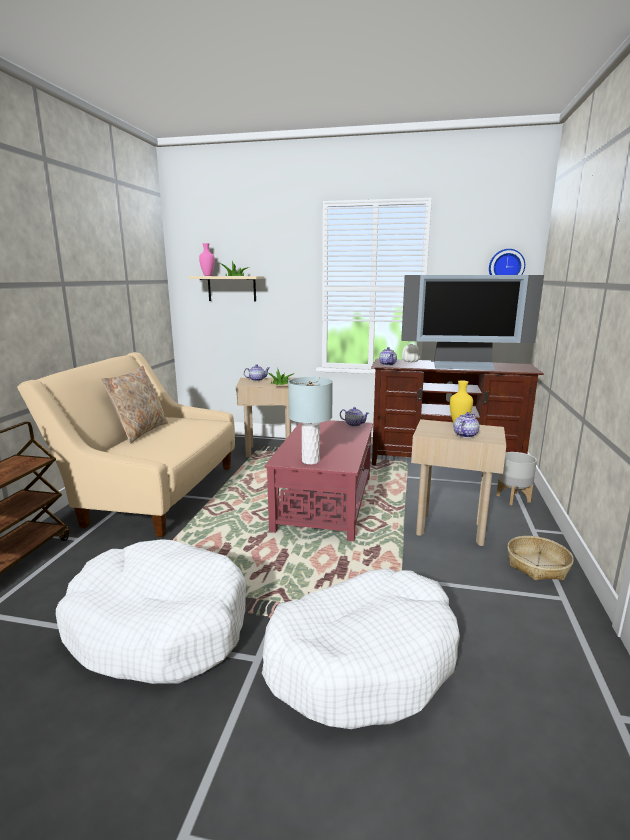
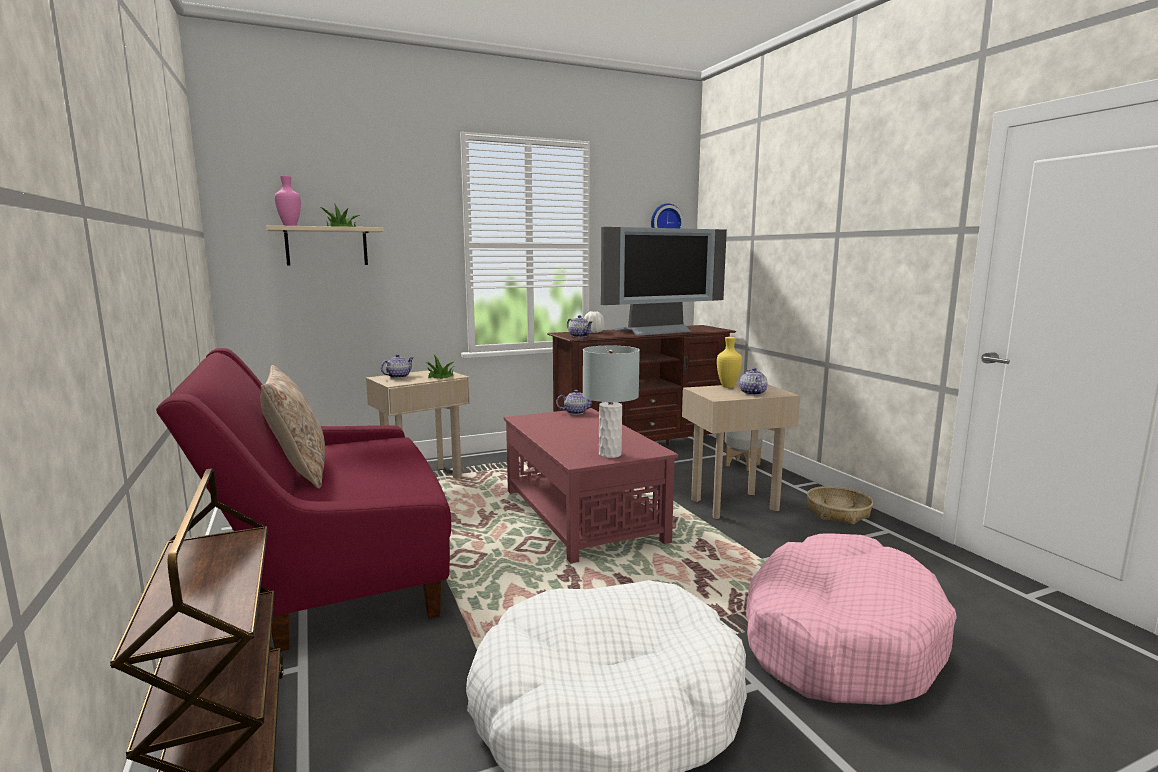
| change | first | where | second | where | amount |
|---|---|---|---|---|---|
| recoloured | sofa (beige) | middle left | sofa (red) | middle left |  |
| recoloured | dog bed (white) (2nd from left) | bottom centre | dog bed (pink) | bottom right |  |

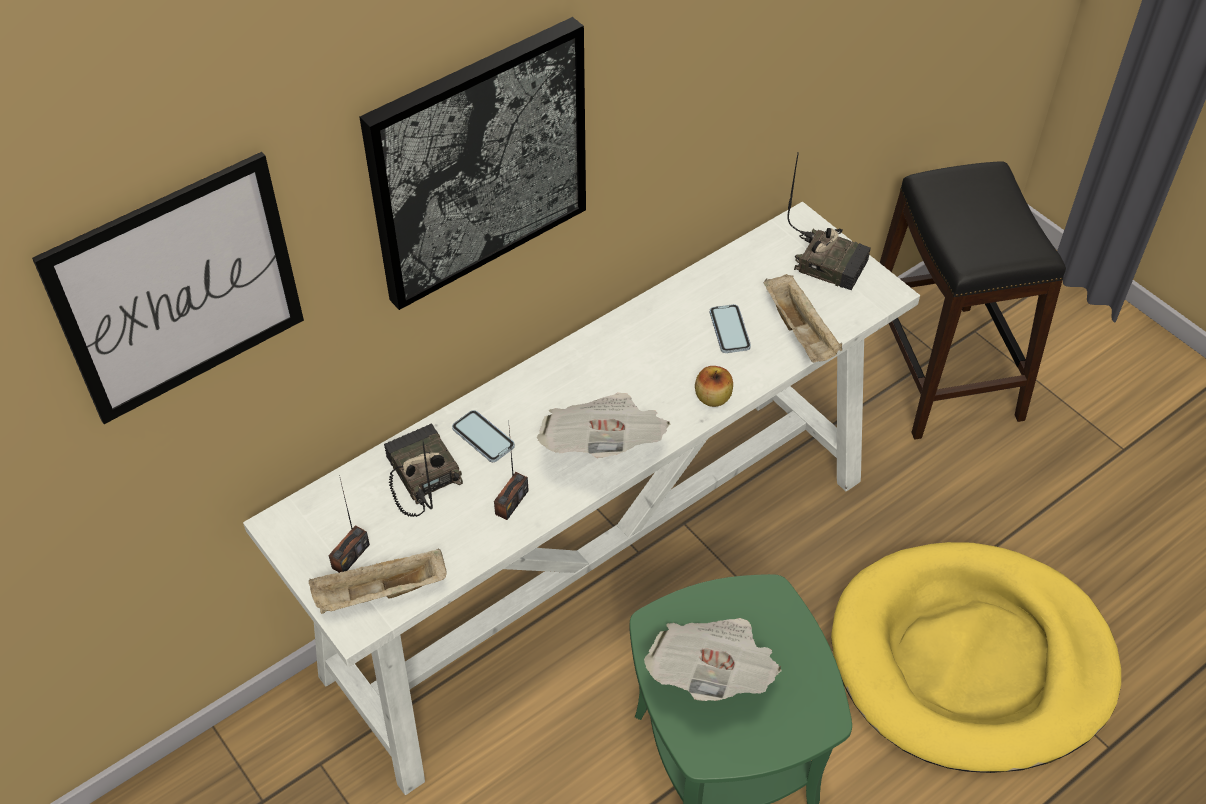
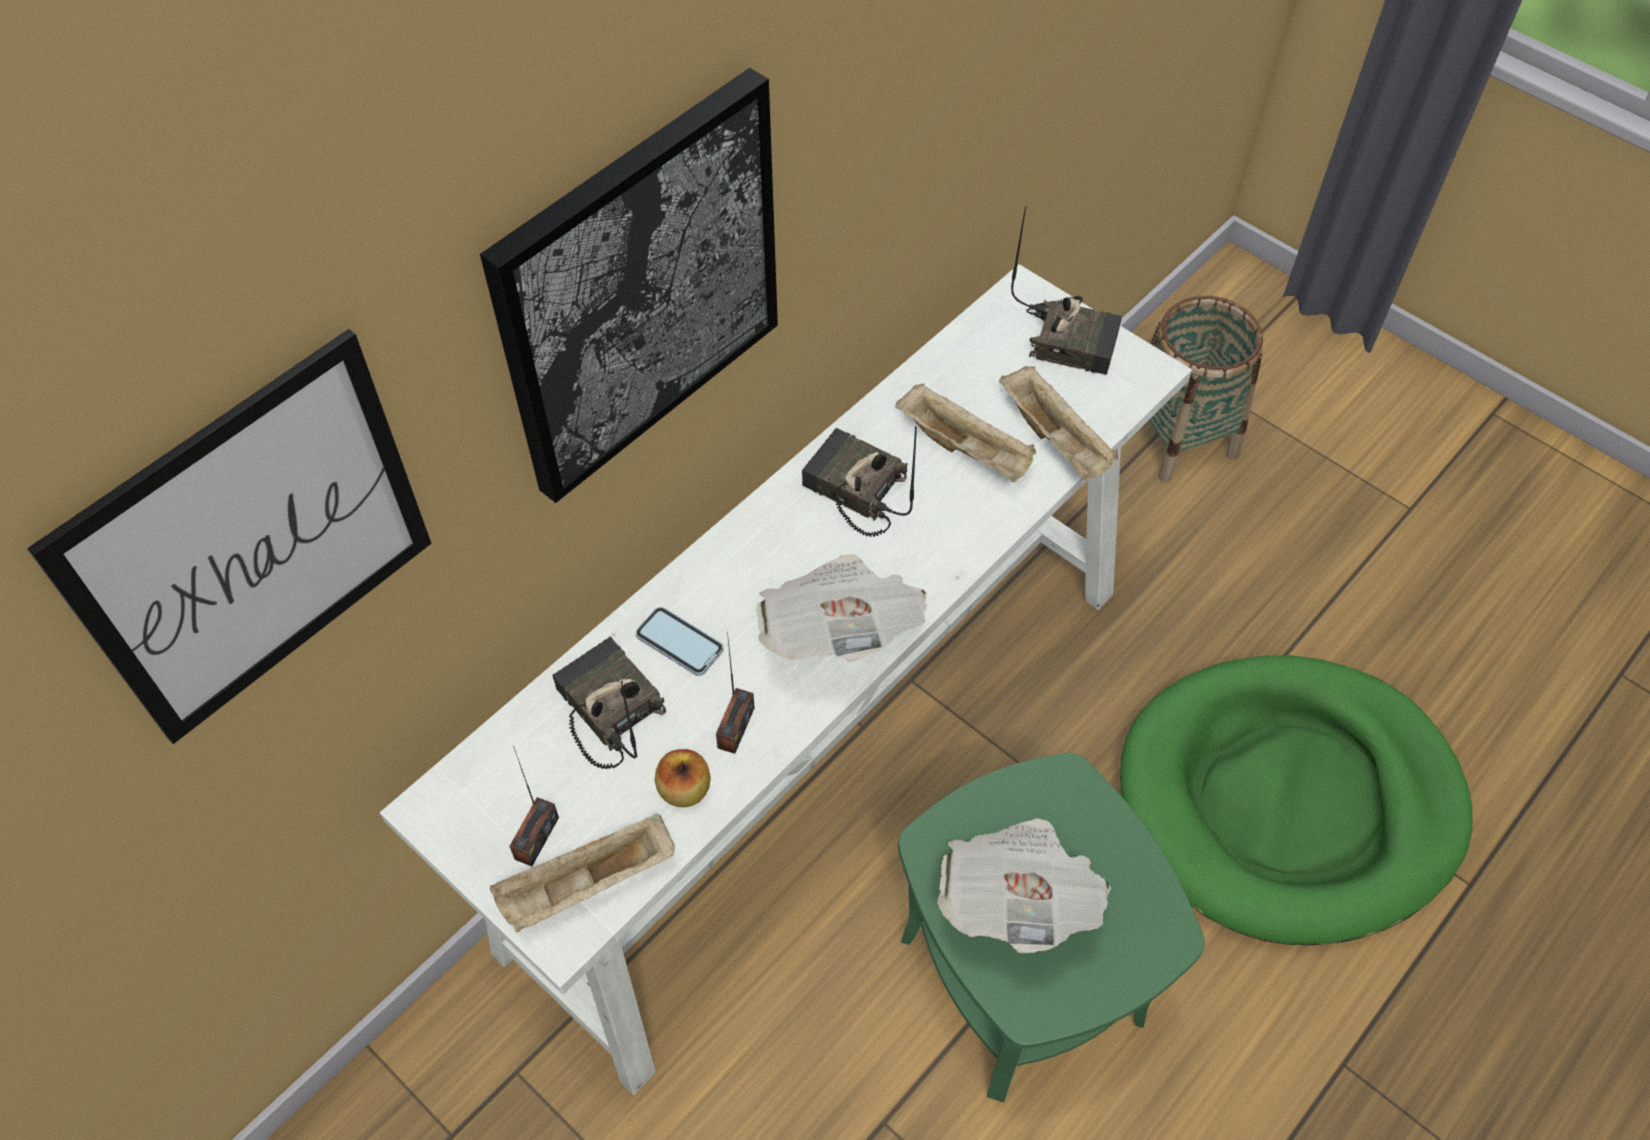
| change | first | where | second | where | amount |
|---|---|---|---|---|---|
| replaced | stool (black) | middle right | basket | middle right |  |
| replaced | phone (2nd from left) | centre | tray (beige) (2nd from left) | centre |  |
| moved | apple | centre |  | bottom centre |  |
| recoloured | dog bed (yellow) | bottom right | dog bed (green) | bottom right |  |
| added |  |  | radio (4th from left) | centre |  |

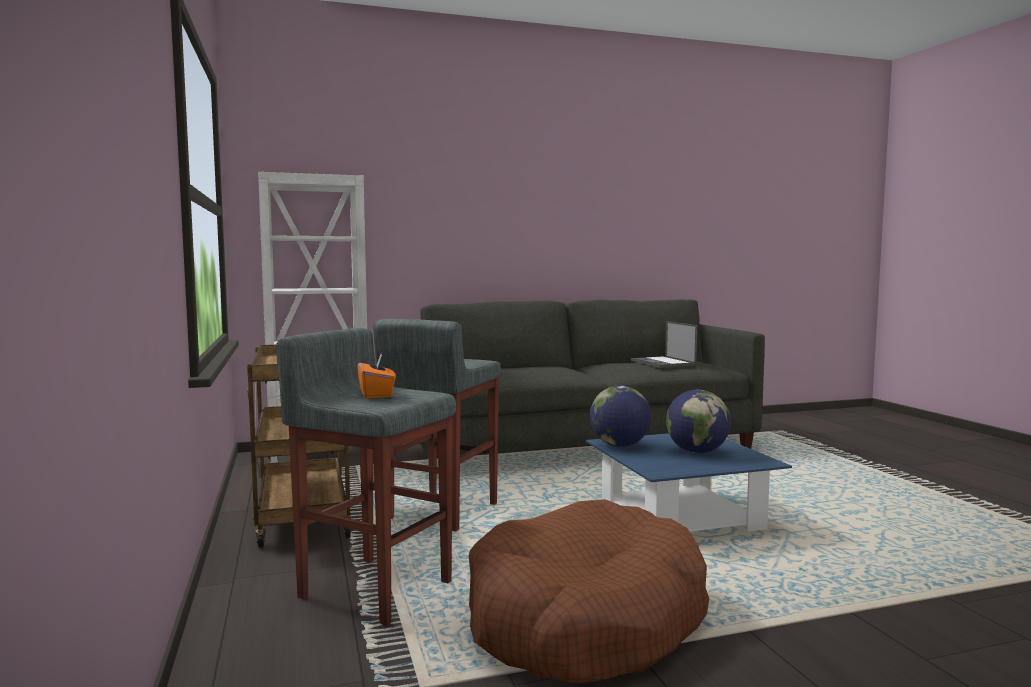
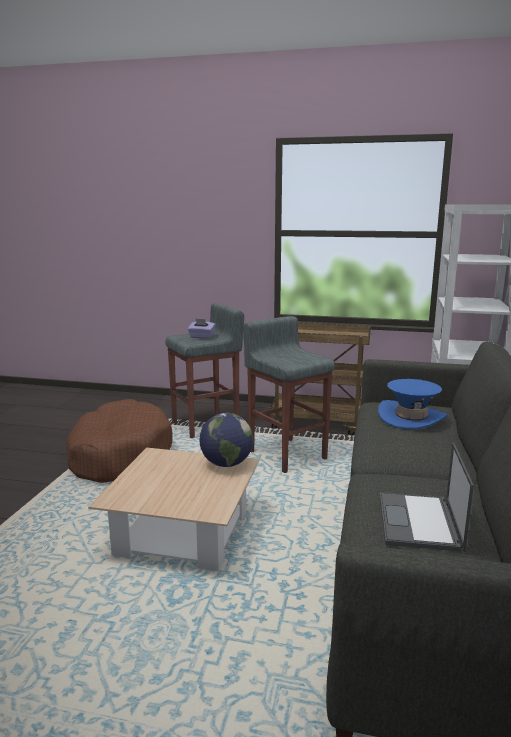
| change | first | where | second | where | amount |
|---|---|---|---|---|---|
| turned | laptop | centre |  | bottom right | 90 degrees counterclockwise |
| recoloured | tissue box (orange) | centre | tissue box (purple) | centre |  |
| removed | globe (2nd from left) | middle right |  |  |  |
| recoloured | coffee table (blue) | bottom right | coffee table (beige) | bottom centre |  |
| added |  |  | hat (blue) | middle right |  |

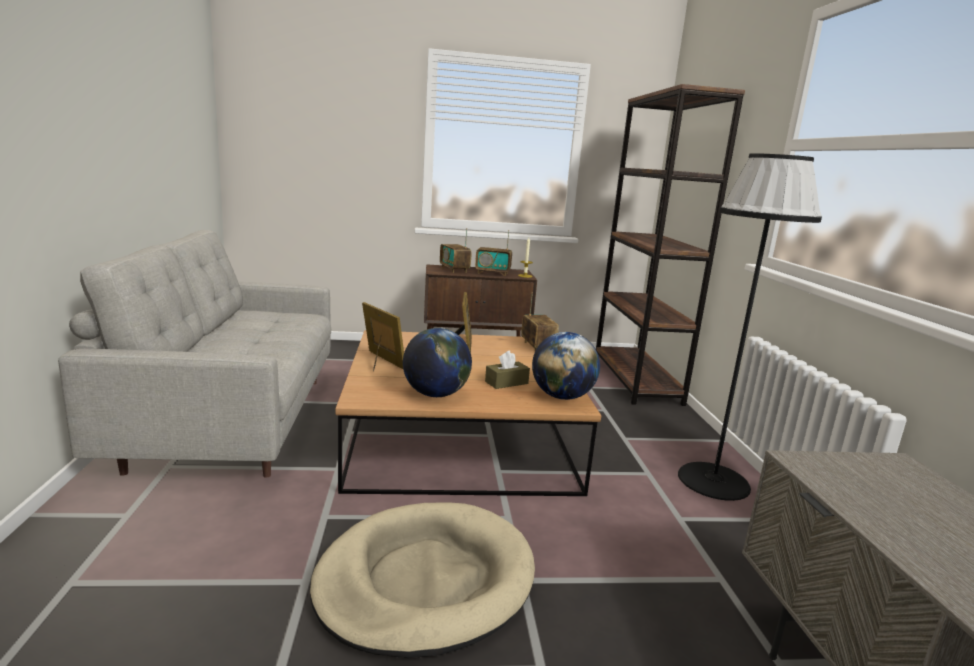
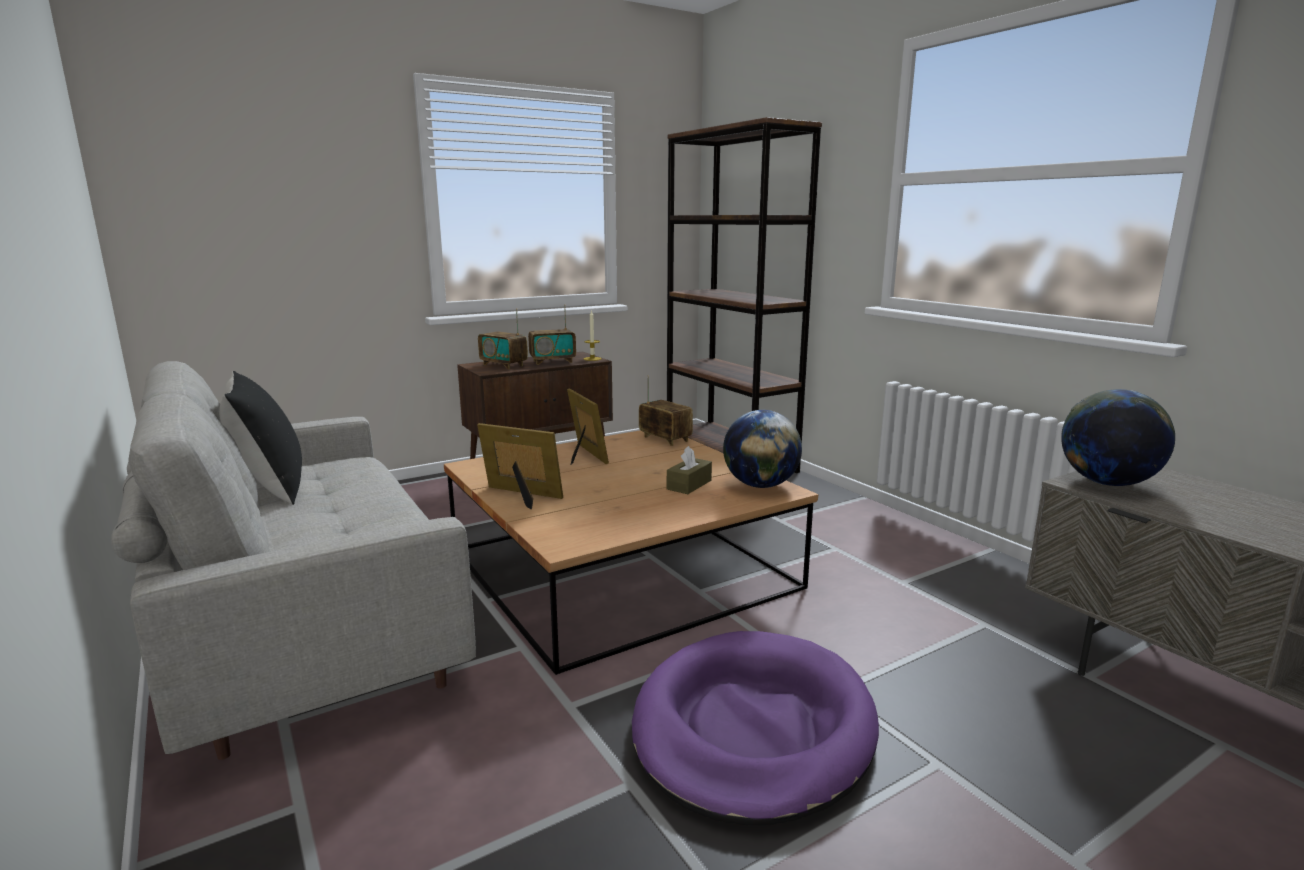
| change | first | where | second | where | amount |
|---|---|---|---|---|---|
| removed | floor lamp (black) | middle right |  |  |  |
| moved | globe (1st from left in the first image) | centre | globe (2nd from left) | middle right |  |
| recoloured | dog bed (beige) | bottom centre | dog bed (purple) | bottom centre |  |
| added |  |  | pillow (black) | middle left |  |

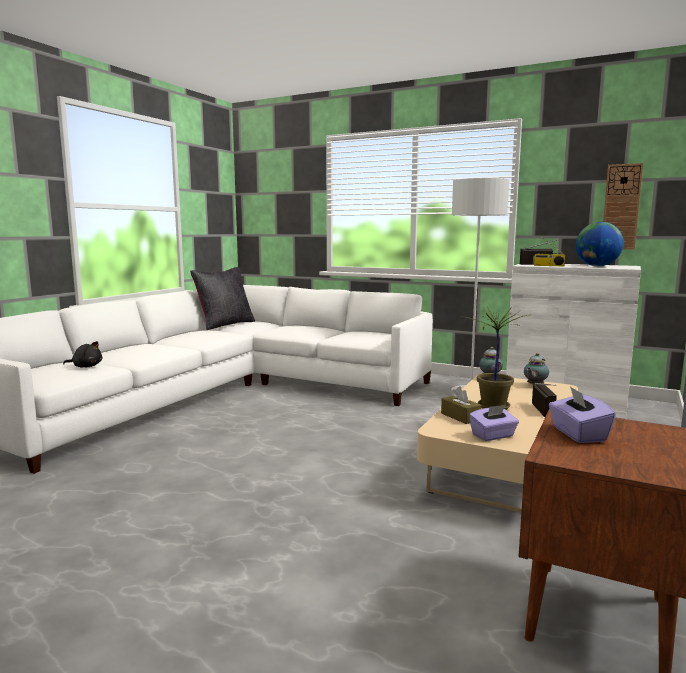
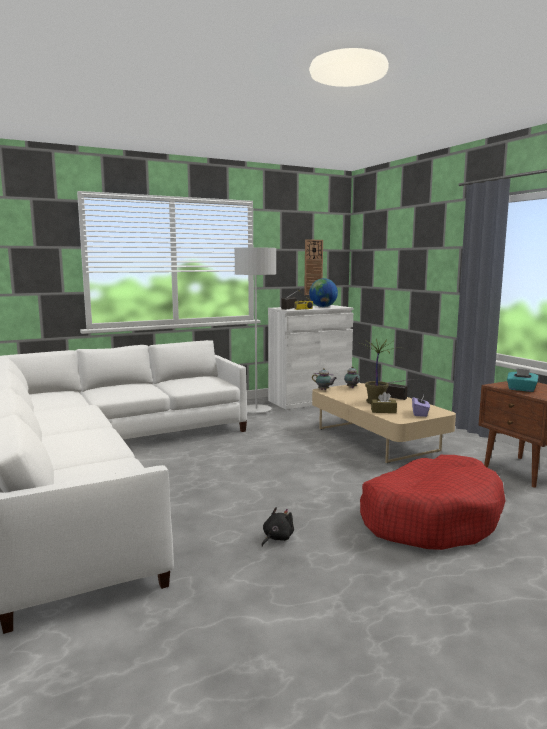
| change | first | where | second | where | amount |
|---|---|---|---|---|---|
| removed | pillow (black) | middle left |  |  |  |
| moved | plush toy (black) | middle left |  | bottom centre |  |
| recoloured | tissue box (purple) (2nd from left) | middle right | tissue box (turquoise) | middle right |  |
| added |  |  | dog bed (red) | bottom right |  |

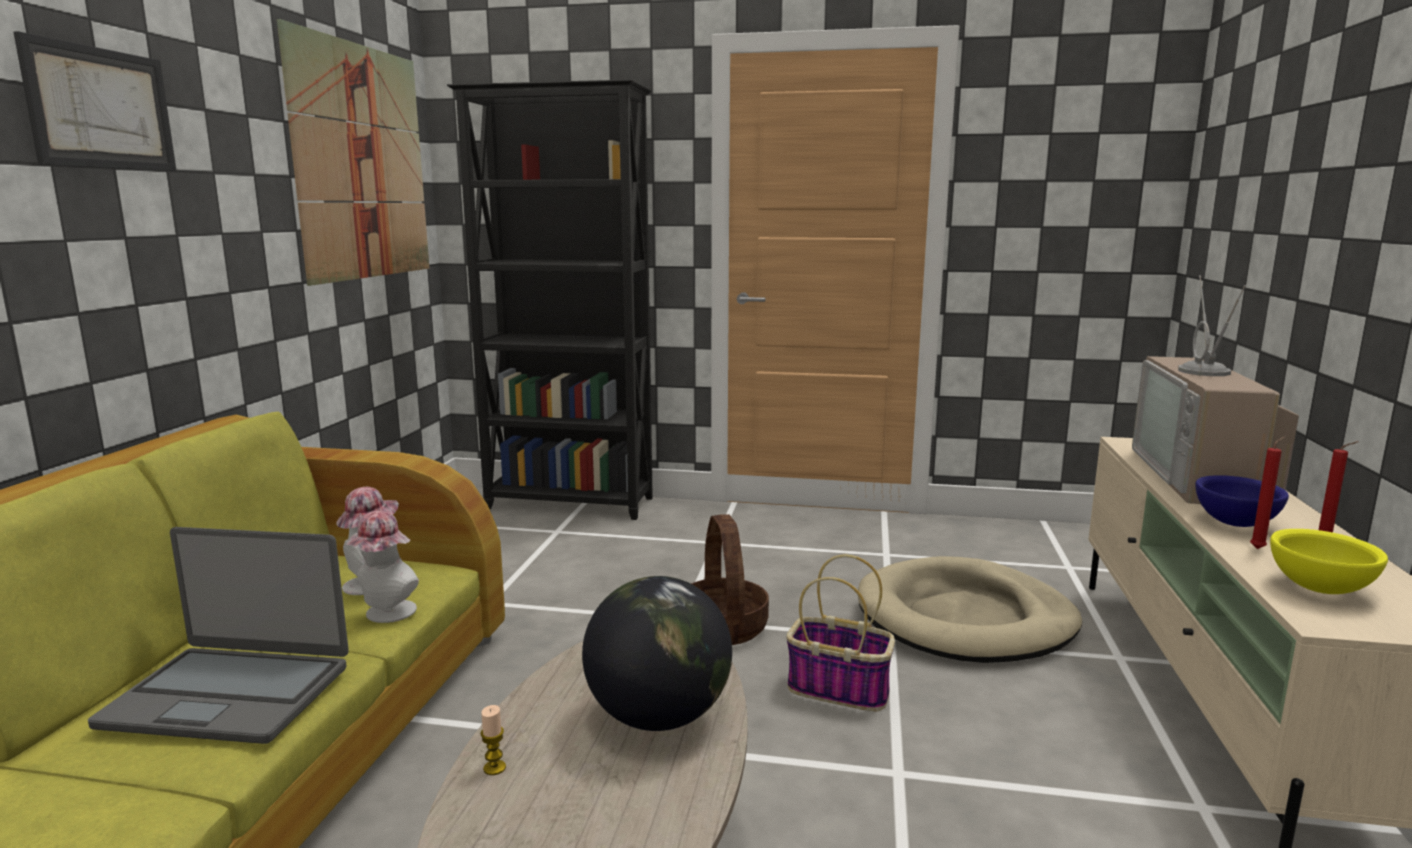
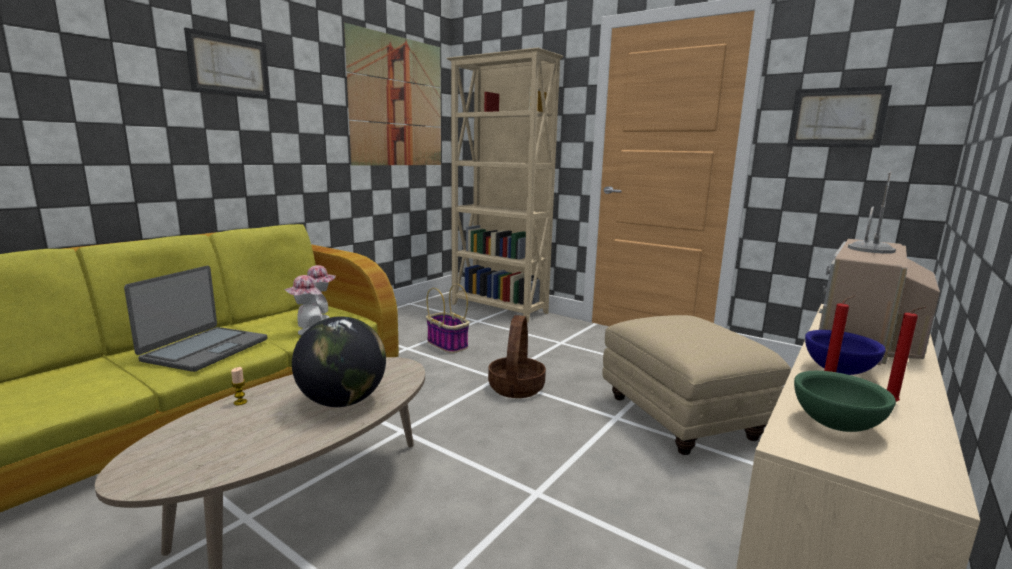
| change | first | where | second | where | amount |
|---|---|---|---|---|---|
| recoloured | bookcase (black) | centre | bookcase (beige) | top centre |  |
| turned | laptop | bottom left |  | middle left | 105 degrees counterclockwise |
| recoloured | bowl (yellow) | middle right | bowl (green) | bottom right |  |
| moved | basket (2nd from left in the first image) | bottom centre | basket (1st from left) | centre |  |
| replaced | dog bed (beige) | bottom right | ottoman (beige) | bottom right |  |
| added |  |  | picture (3rd from left) | top right |  |

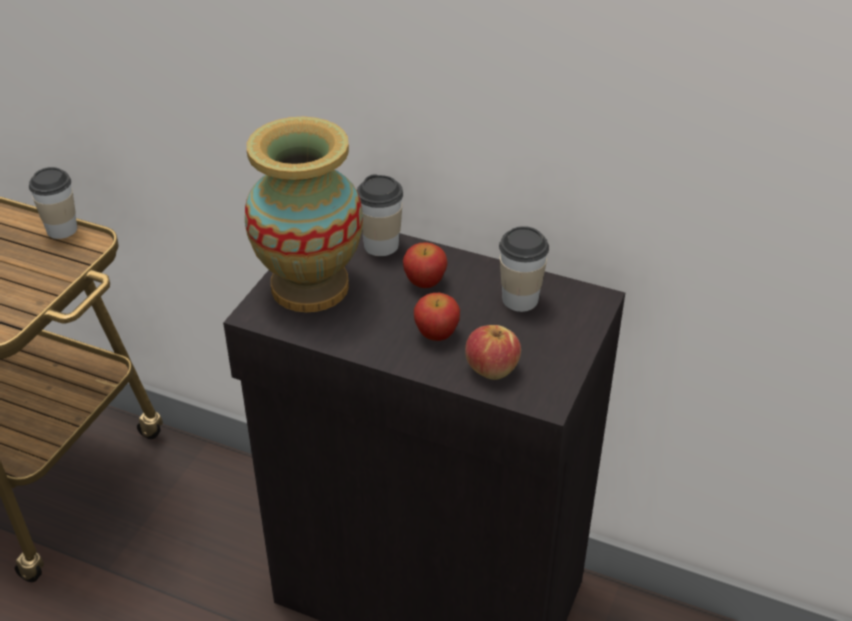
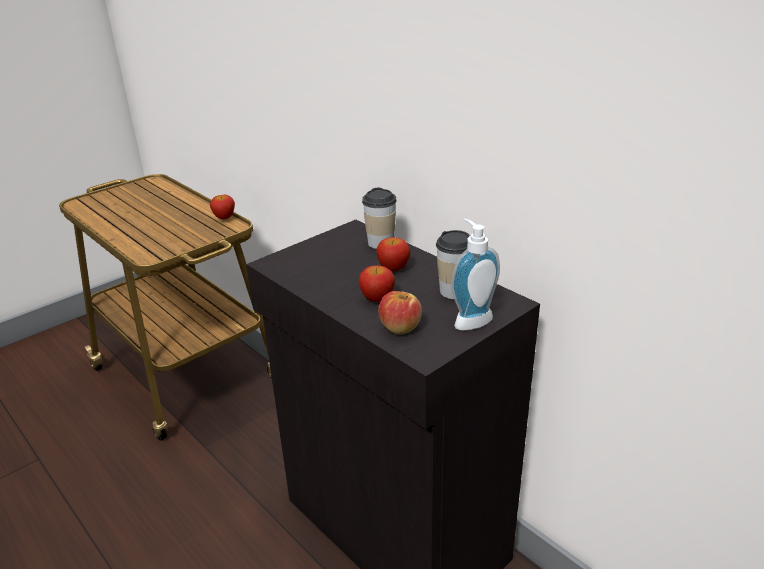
| change | first | where | second | where | amount |
|---|---|---|---|---|---|
| removed | vase | centre |  |  |  |
| replaced | cup (1st from left) | top left | apple (1st from left) | middle left |  |
| added |  |  | soap dispenser | centre |  |

